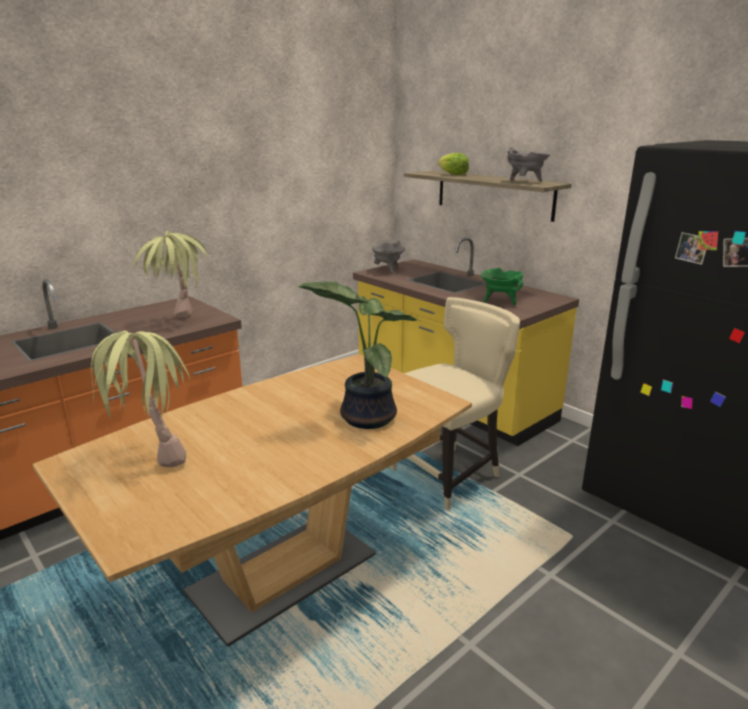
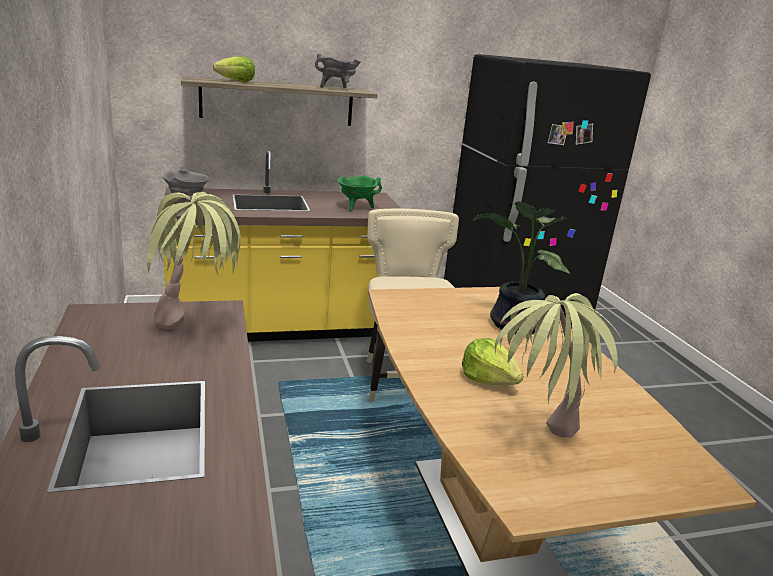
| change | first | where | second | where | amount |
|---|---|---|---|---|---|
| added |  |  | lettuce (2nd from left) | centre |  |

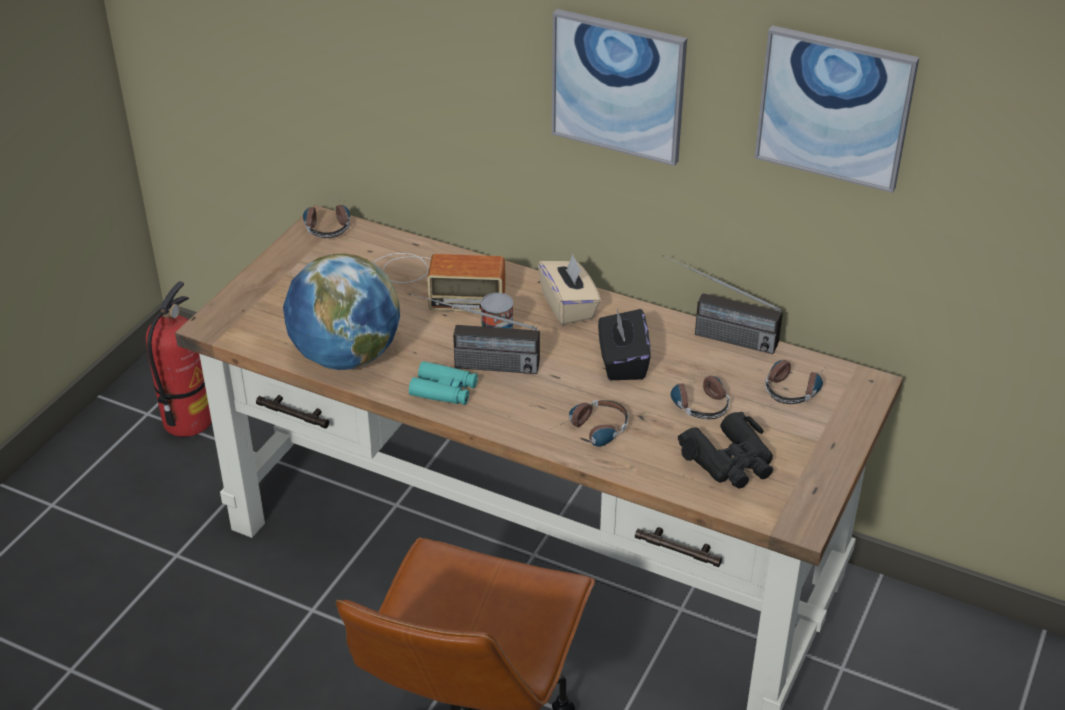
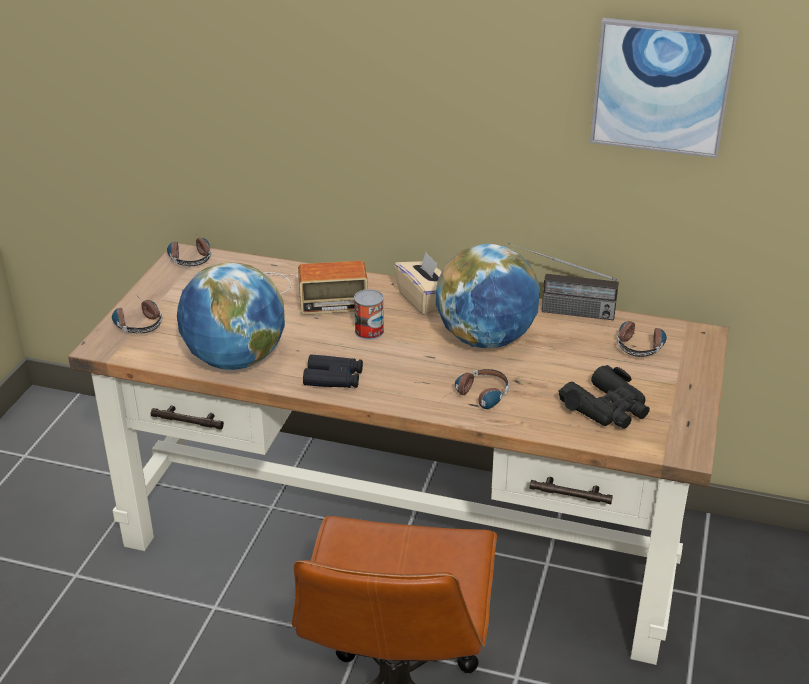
| change | first | where | second | where | amount |
|---|---|---|---|---|---|
| removed | picture (1st from left) | top centre |  |  |  |
| removed | fire extinguisher | middle left |  |  |  |
| removed | radio (2nd from left) | centre |  |  |  |
| replaced | tissue box (black) | centre | globe (2nd from left) | centre |  |
| recoloured | binoculars (turquoise) | centre | binoculars (black) (1st from left) | centre |  |
| moved | headphones (3rd from left in the first image) | centre | headphones (1st from left) | middle left |  |

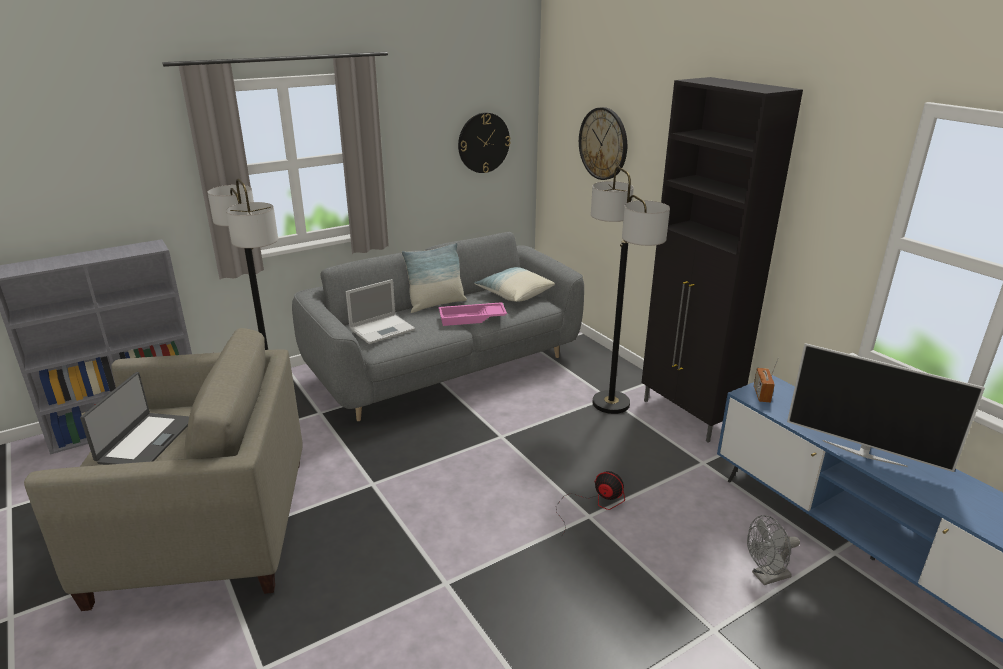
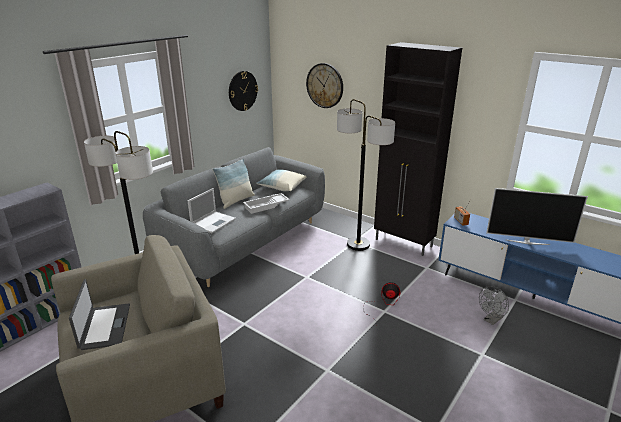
| change | first | where | second | where | amount |
|---|---|---|---|---|---|
| recoloured | tray (pink) | centre | tray (white) | centre |  |

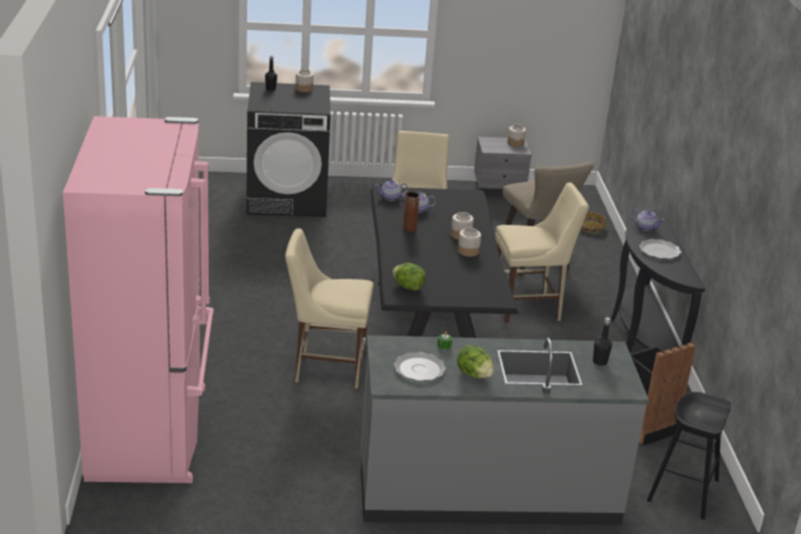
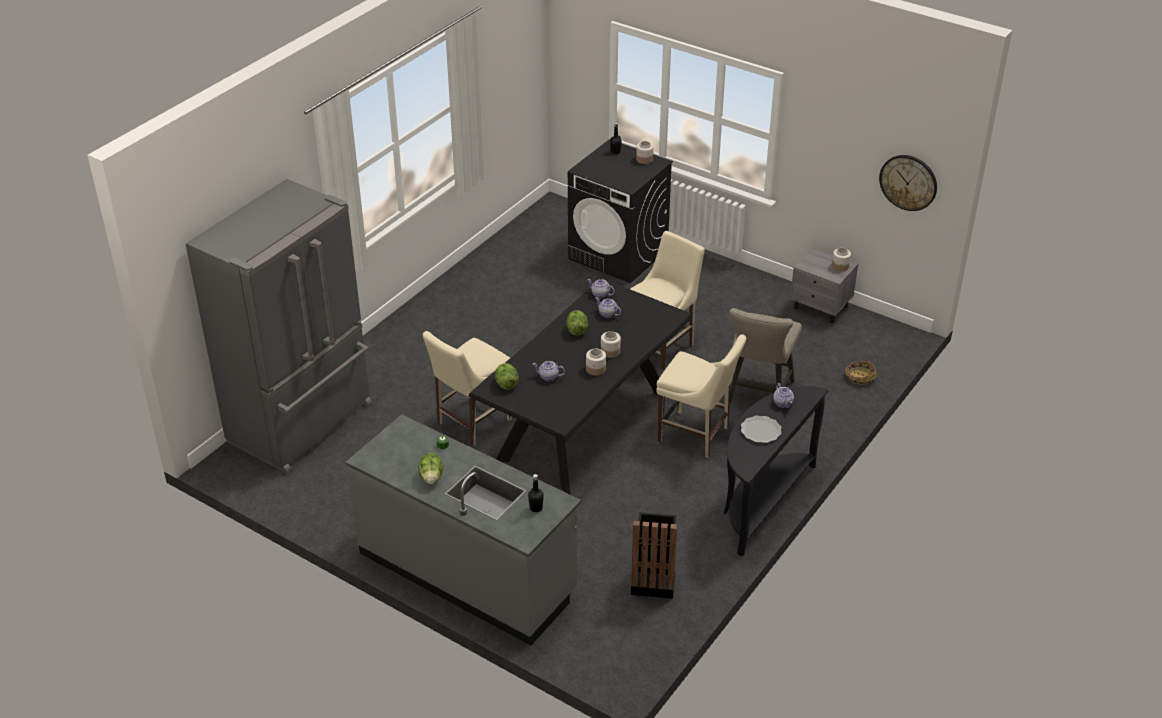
| change | first | where | second | where | amount |
|---|---|---|---|---|---|
| recoloured | fridge (pink) | middle left | fridge (grey) | middle left |  |
| replaced | vase (brown) | centre | lettuce (3rd from left) | centre |  |
| turned | chair (beige) (1st from left) | centre |  | centre | 90 degrees counterclockwise |
| removed | plate (1st from left) | bottom centre |  |  |  |
| removed | stool (black) | bottom right |  |  |  |
| added |  |  | wall clock | top right |  |
| added |  |  | teapot (1st from left) | centre |  |

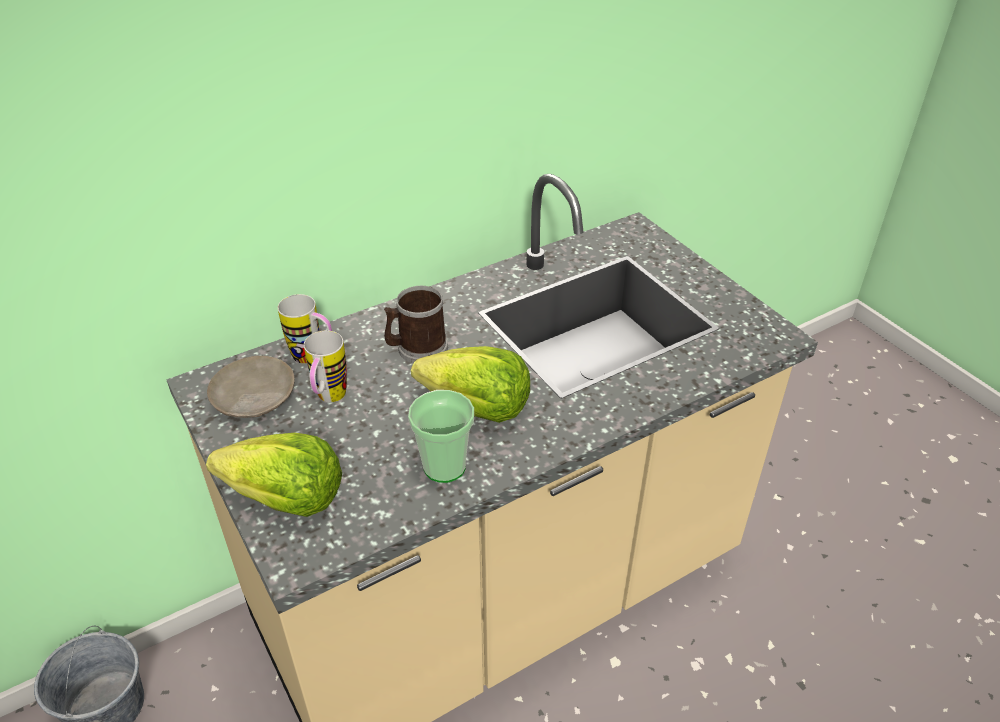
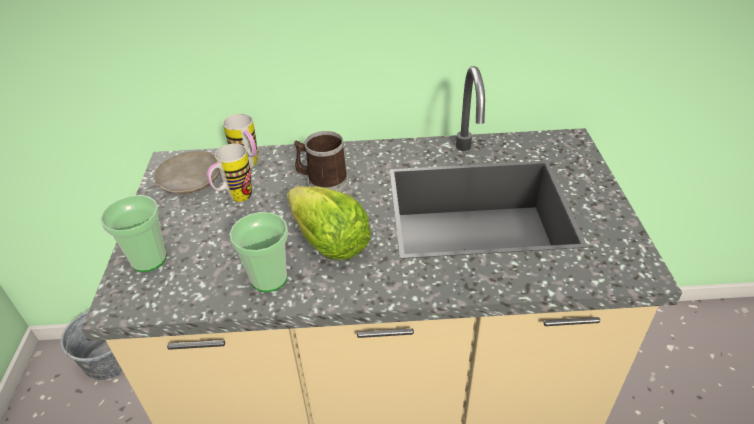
| change | first | where | second | where | amount |
|---|---|---|---|---|---|
| replaced | lettuce (1st from left) | middle left | cup (1st from left) | middle left |  |

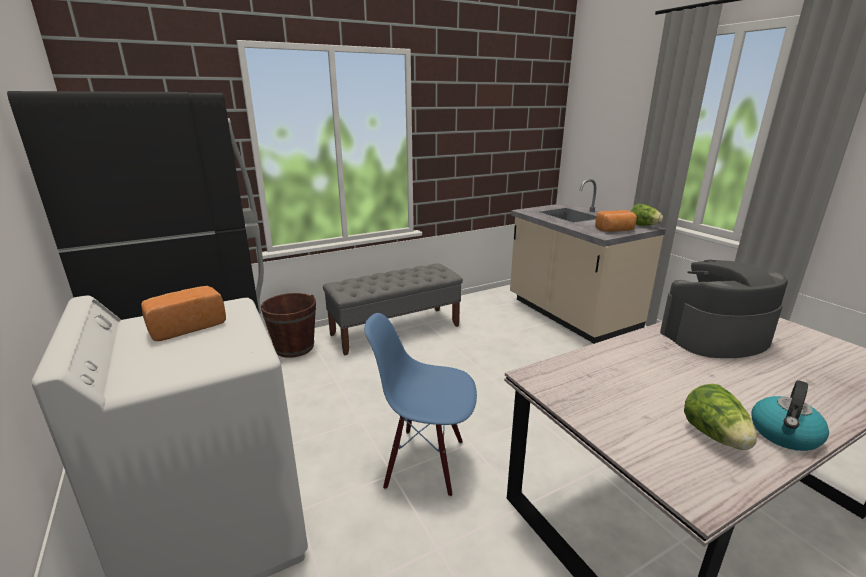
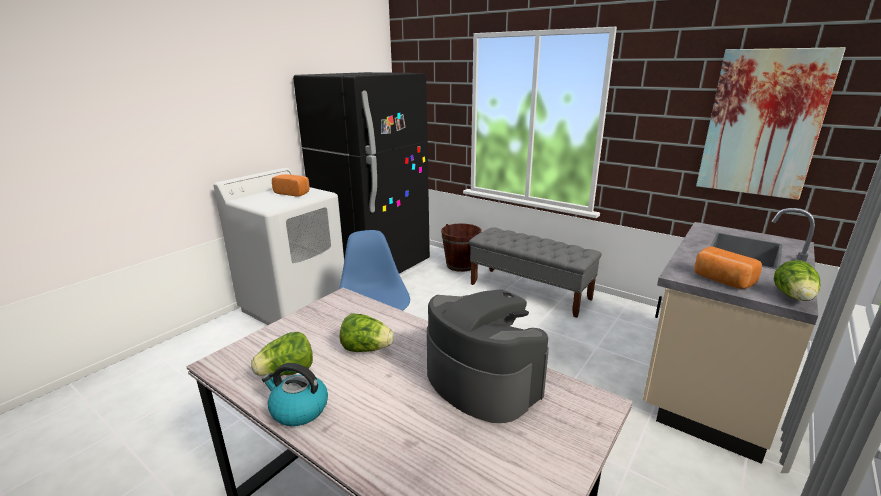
| change | first | where | second | where | amount |
|---|---|---|---|---|---|
| added |  |  | picture | top right |  |
| added |  |  | lettuce (2nd from left) | bottom centre |  |

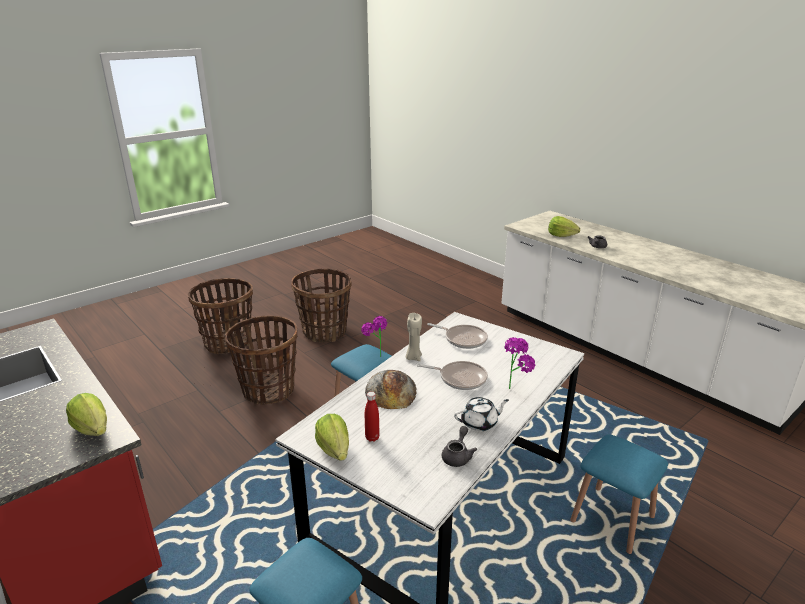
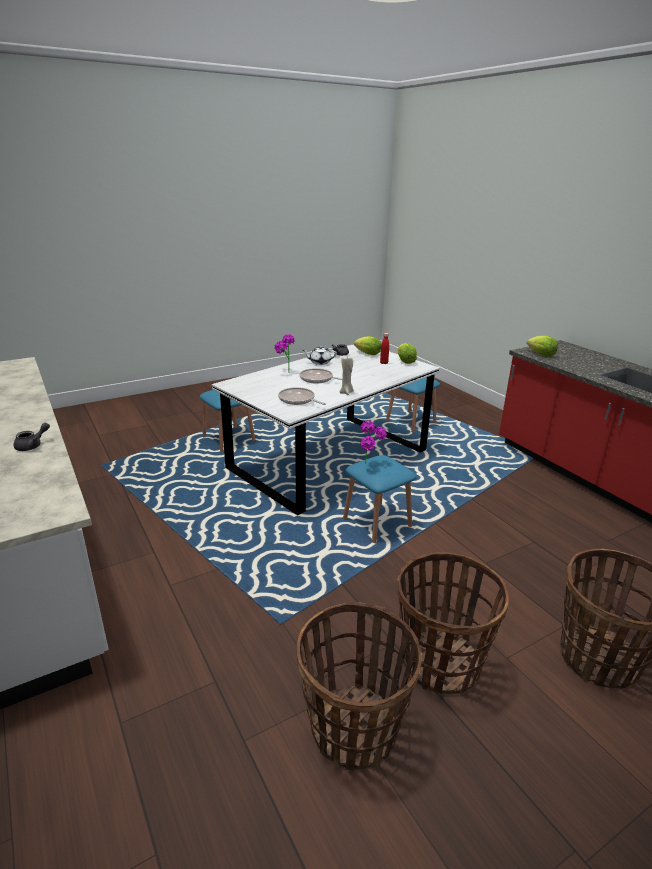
| change | first | where | second | where | amount |
|---|---|---|---|---|---|
| moved | lettuce (3rd from left in the first image) | middle right | lettuce (1st from left) | centre |  |
| moved | basket (2nd from left in the first image) | middle left | basket (1st from left) | bottom centre |  |
| removed | bread | centre |  |  |  |

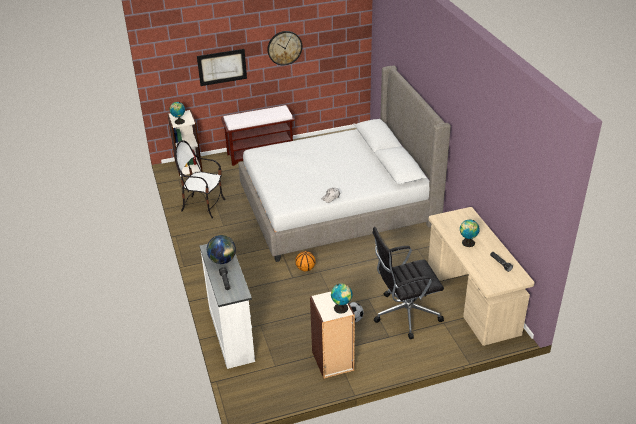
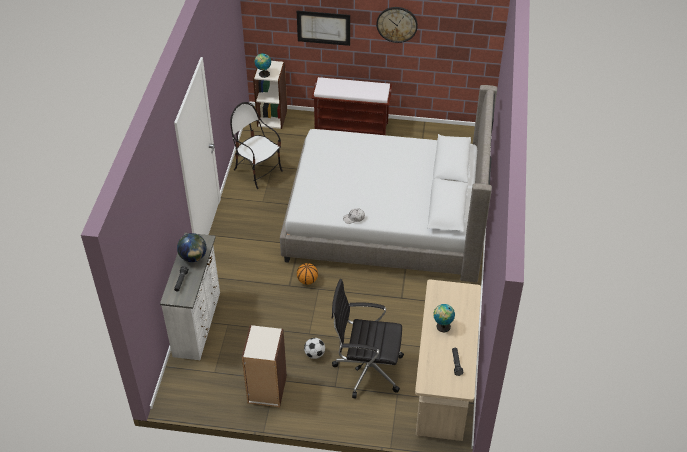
| change | first | where | second | where | amount |
|---|---|---|---|---|---|
| removed | globe (3rd from left) | bottom centre |  |  |  |

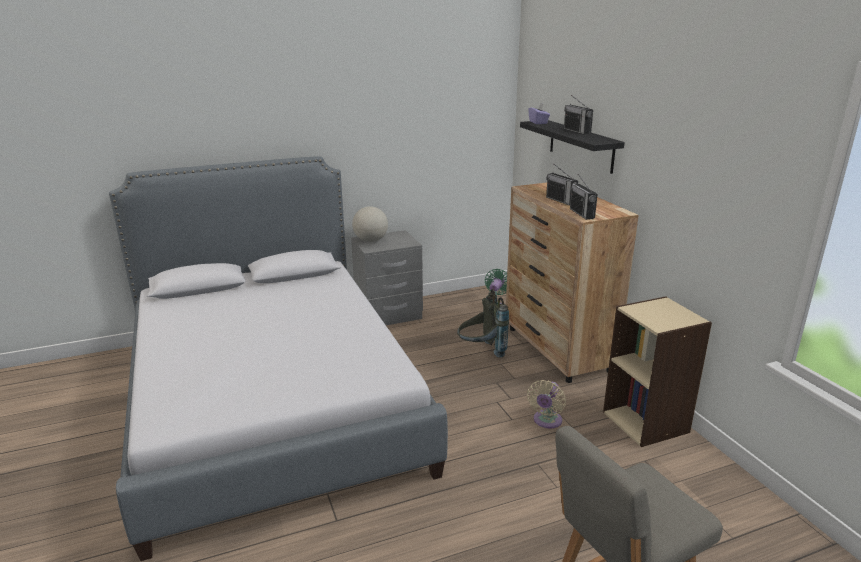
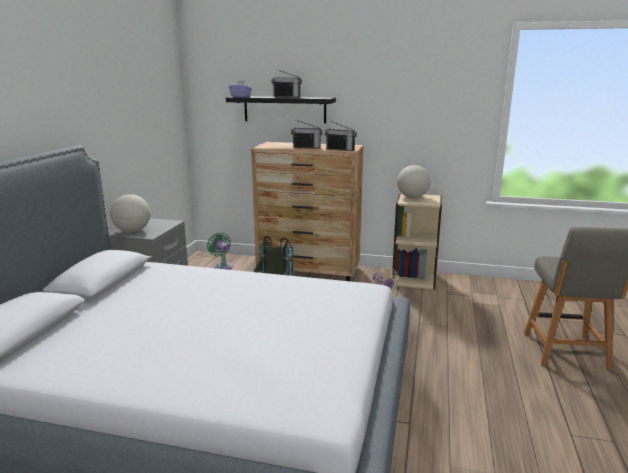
| change | first | where | second | where | amount |
|---|---|---|---|---|---|
| added |  |  | globe (2nd from left) | centre |  |

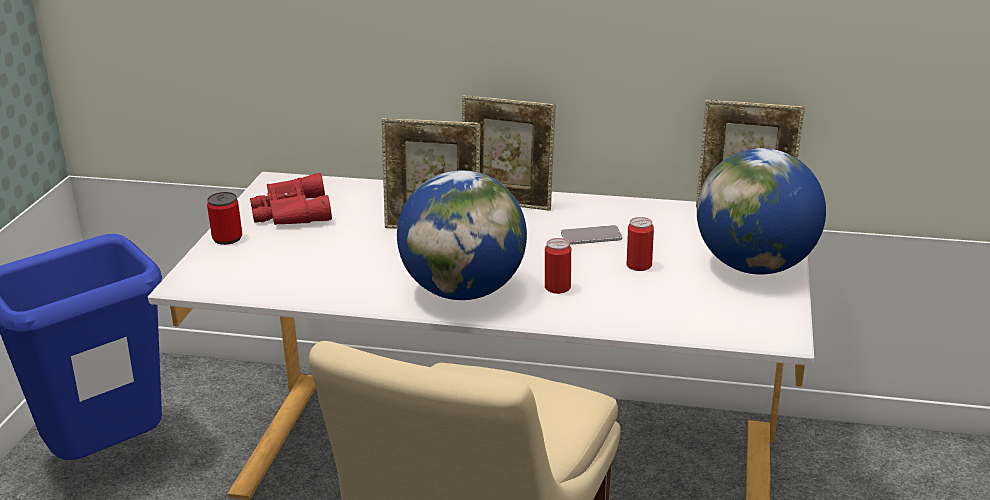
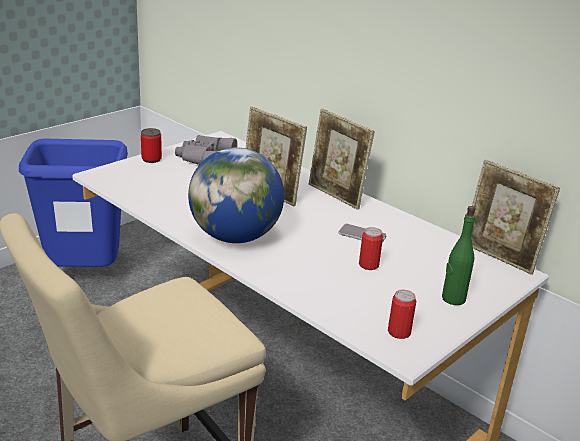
| change | first | where | second | where | amount |
|---|---|---|---|---|---|
| replaced | globe (2nd from left) | middle right | bottle (green) | middle right |  |
| recoloured | binoculars (red) | middle left | binoculars (grey) | centre |  |
| moved | can (2nd from left in the first image) | centre | can (3rd from left) | bottom right |  |

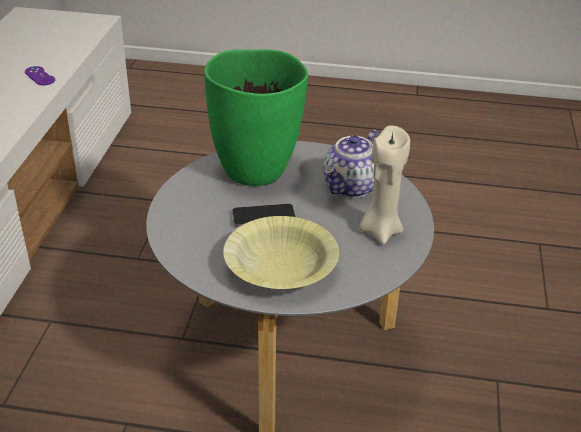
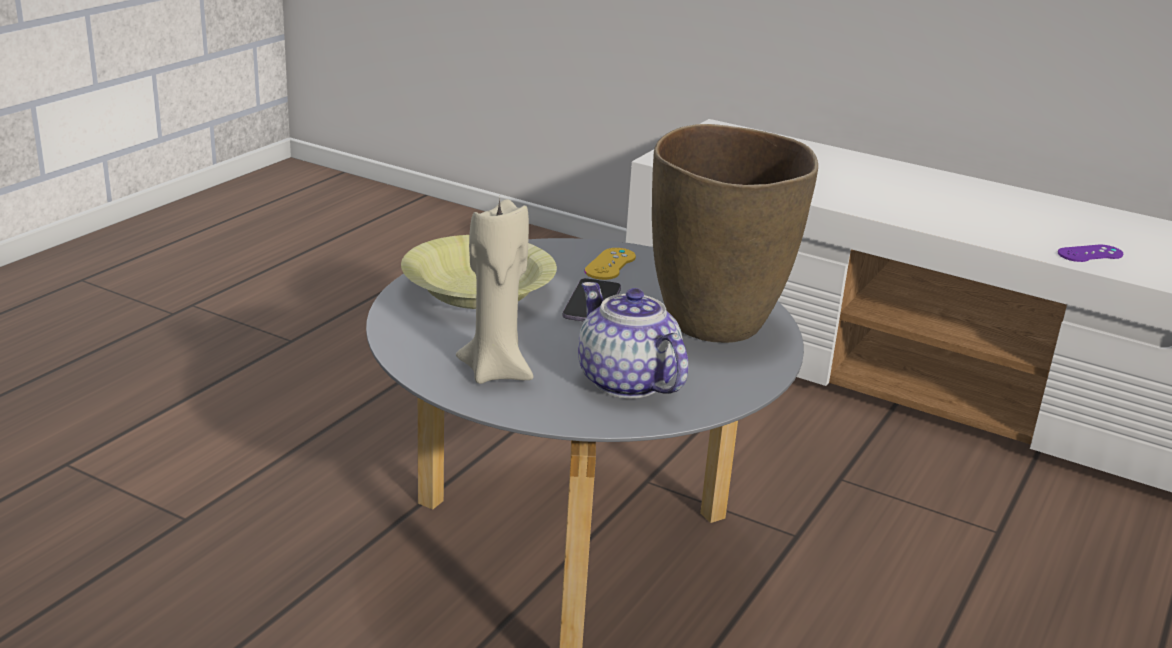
| change | first | where | second | where | amount |
|---|---|---|---|---|---|
| recoloured | vase (green) | top centre | vase (brown) | centre |  |
| added |  |  | game controller (yellow) | centre |  |

